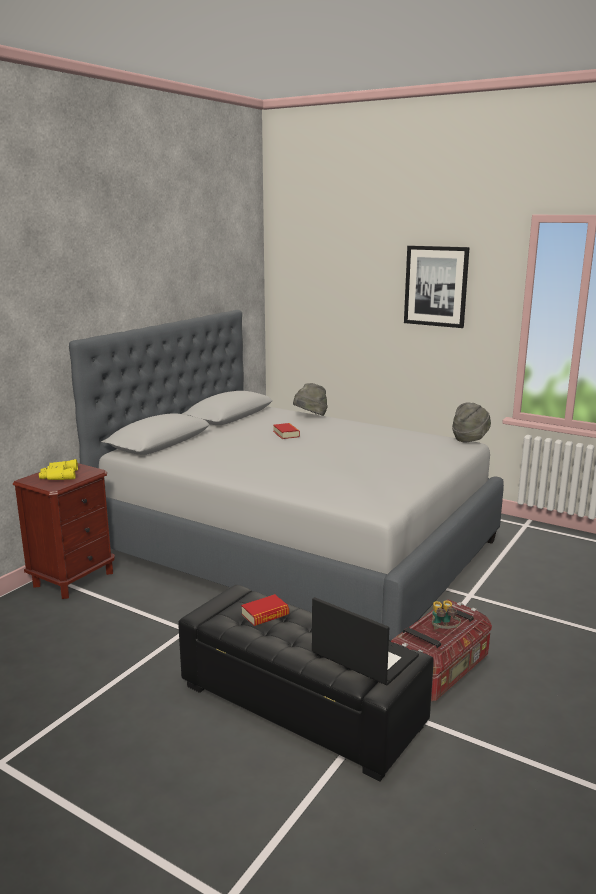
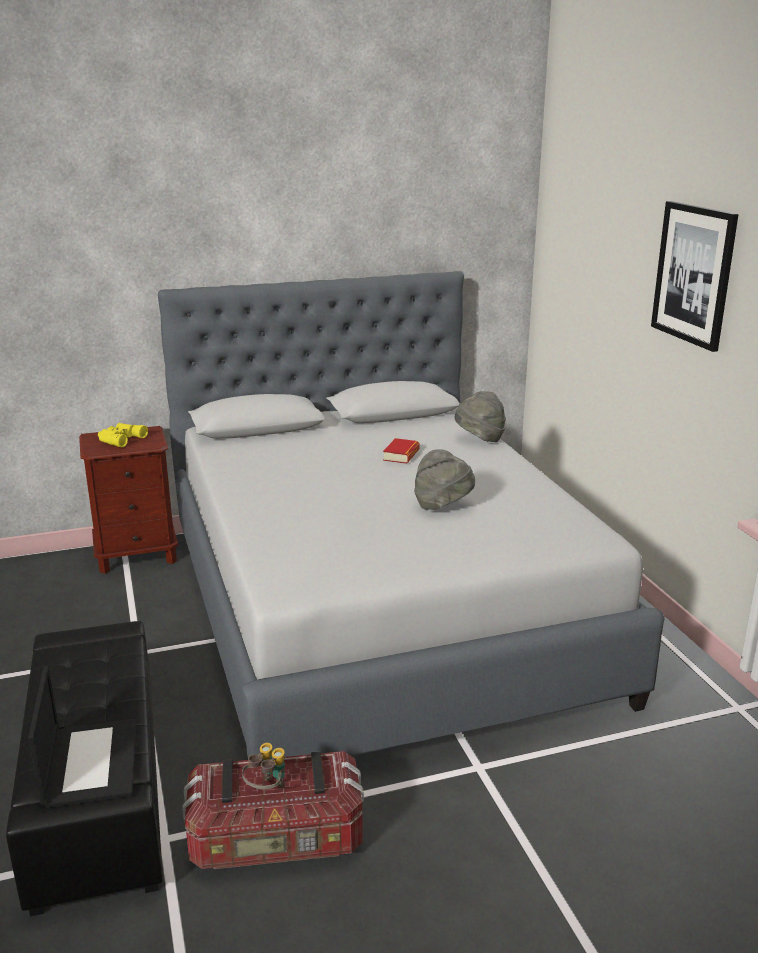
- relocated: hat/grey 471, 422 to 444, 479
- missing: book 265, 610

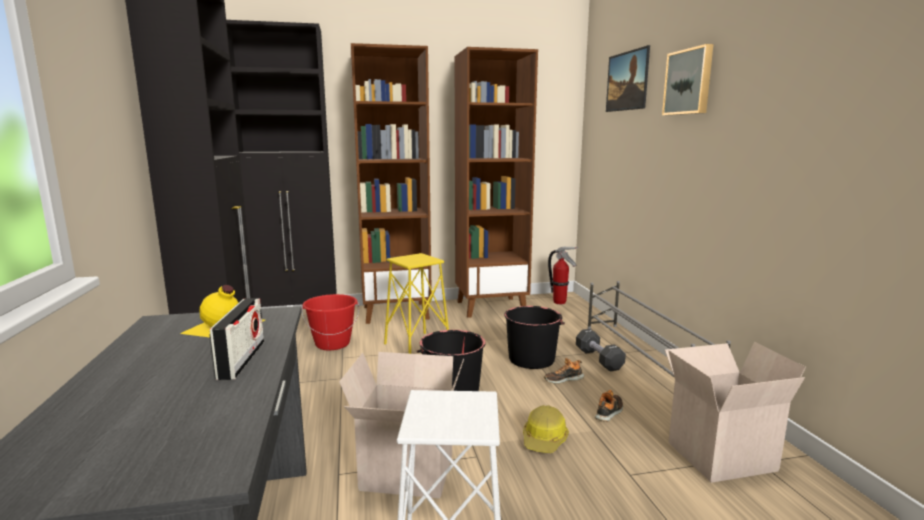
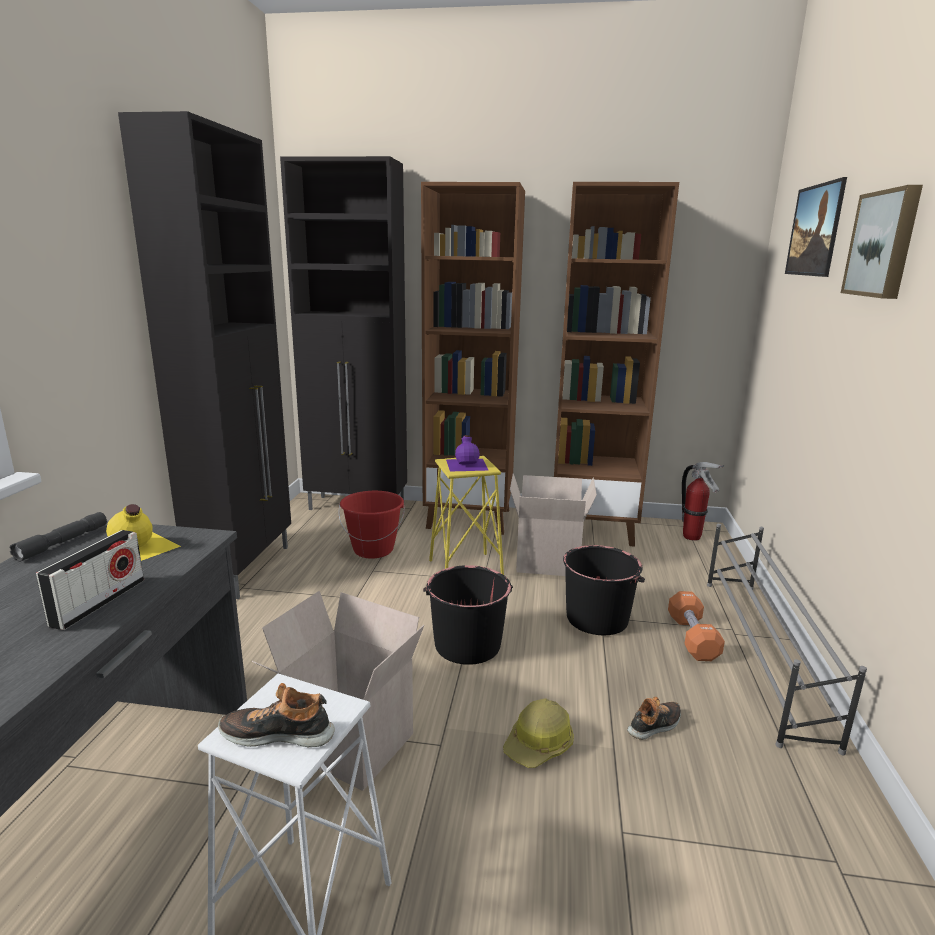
- colour: dumbbell/black 601, 350 to dumbbell/orange 696, 626
- relocated: cardboard box 735, 412 to 553, 524
- relocated: shoe 564, 371 to 276, 715
- appeared: bottle/purple 467, 453
- appeared: flashlight/grey 58, 537

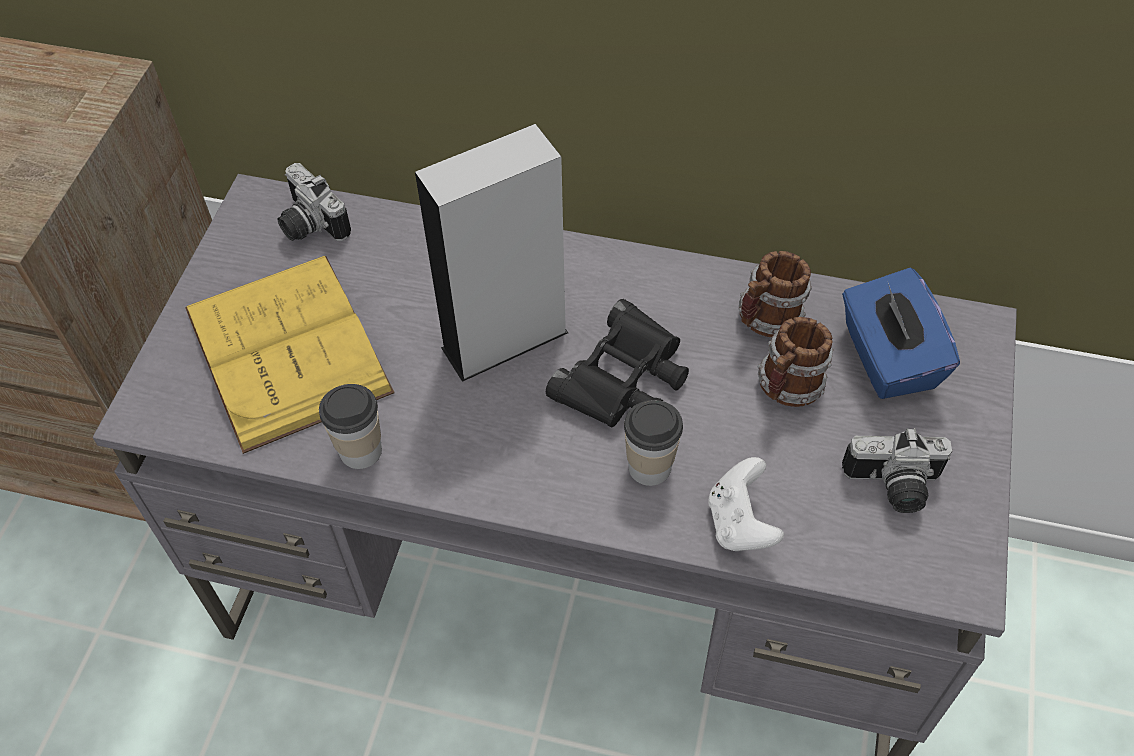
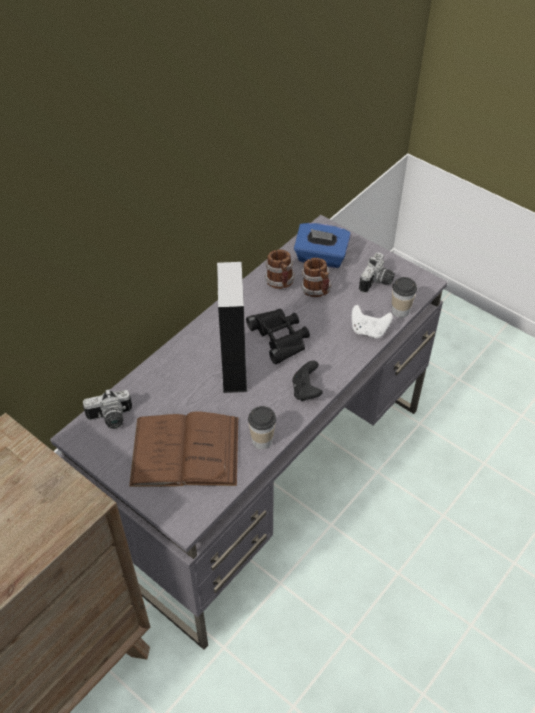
- colour: book/yellow 290, 355 to book/brown 183, 449
- relocated: cup 653, 443 to 404, 297
- appeared: game controller/black 307, 381

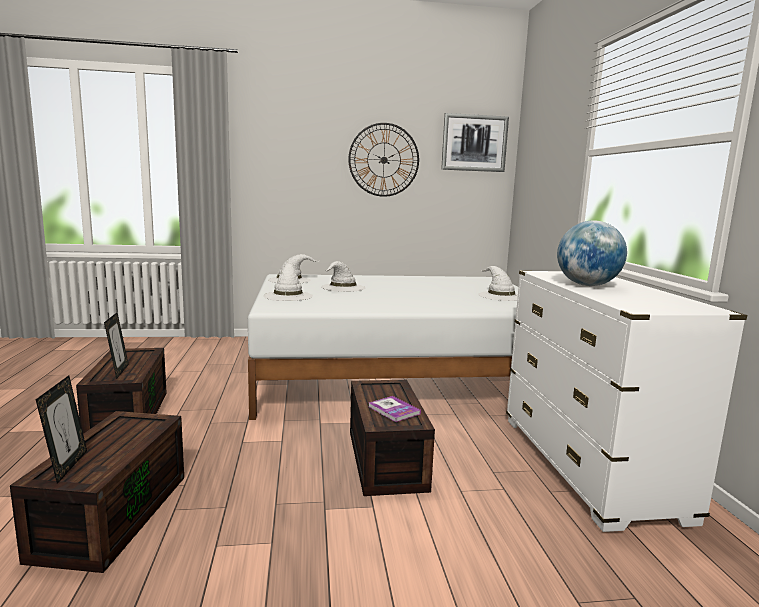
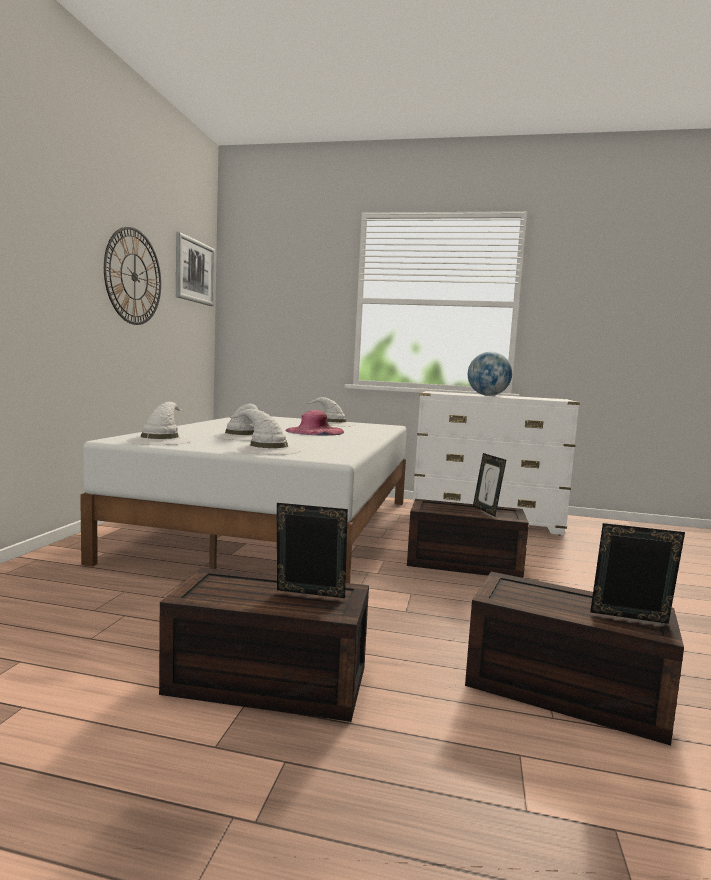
- exchanged: book 395, 409 to picture frame 489, 484
- appeared: hat/pink 314, 423

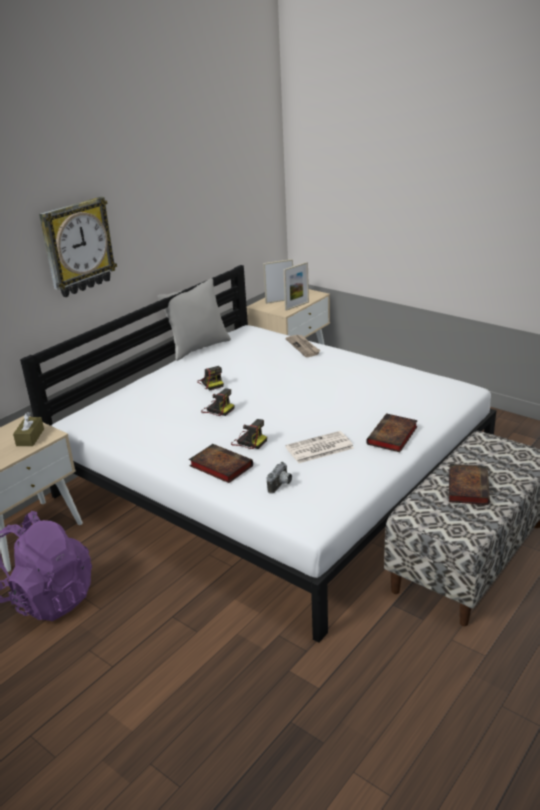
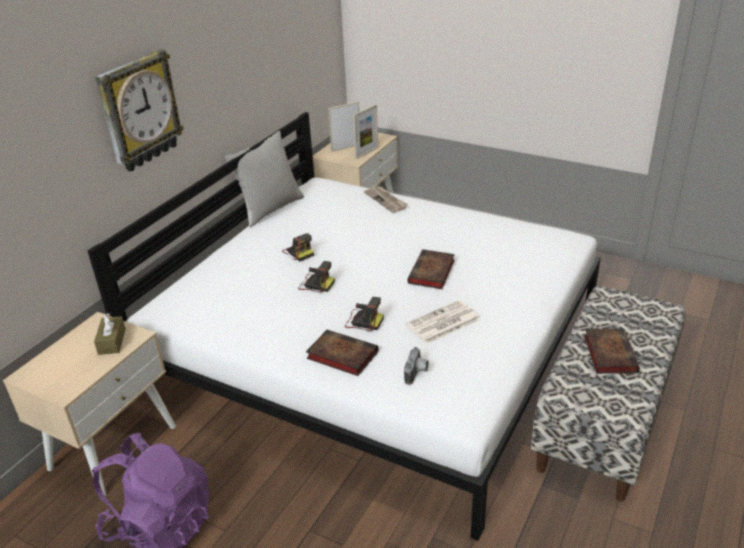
- relocated: book 392, 432 to 431, 269

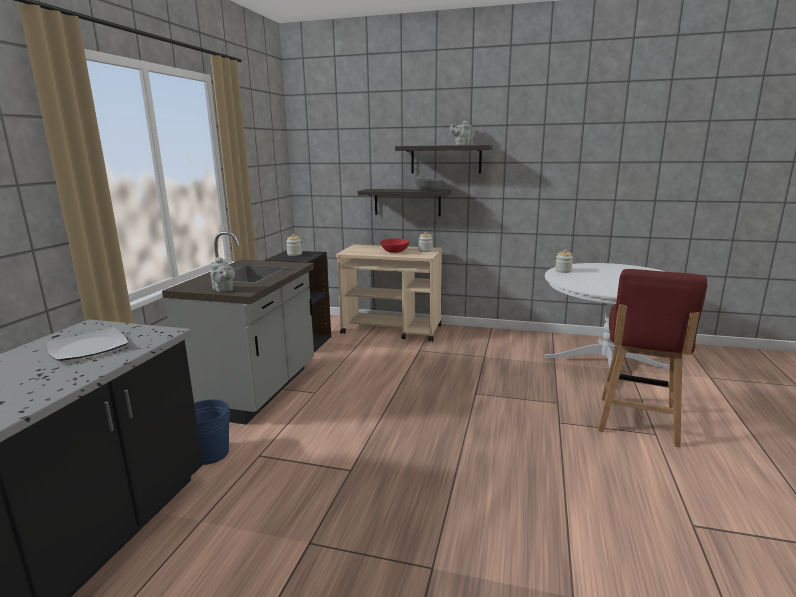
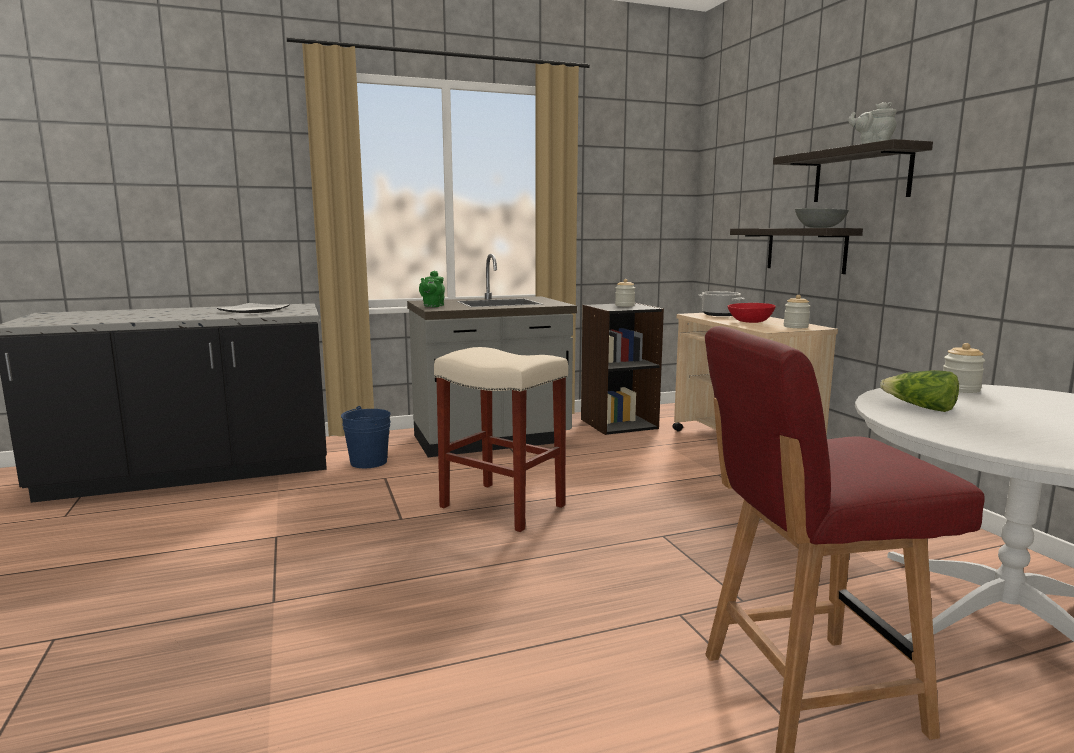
- colour: teapot/grey 222, 274 to teapot/green 432, 289
- appeared: cooking pot 721, 303
- appeared: stool/beige 501, 439
- appeared: lettuce 919, 391

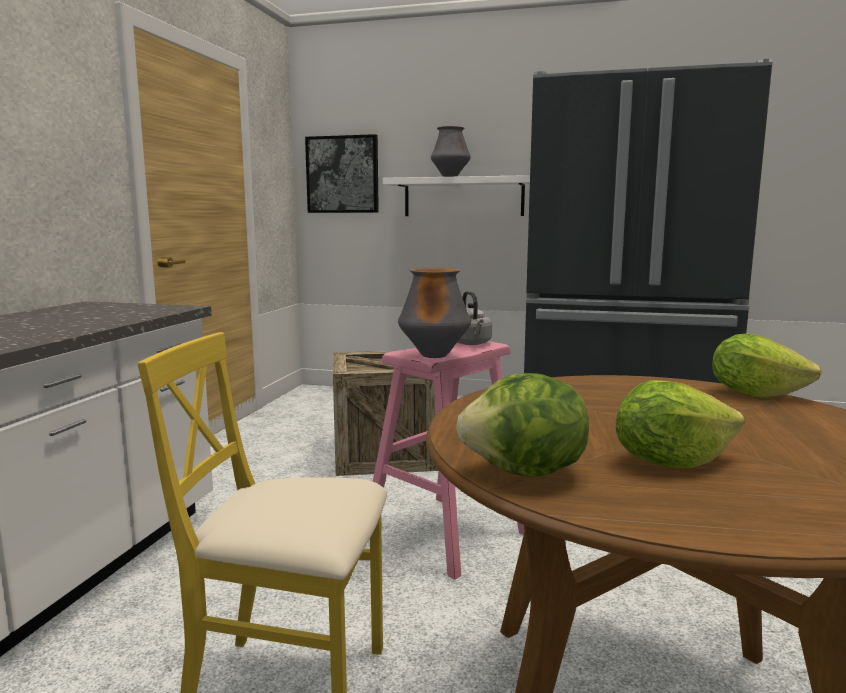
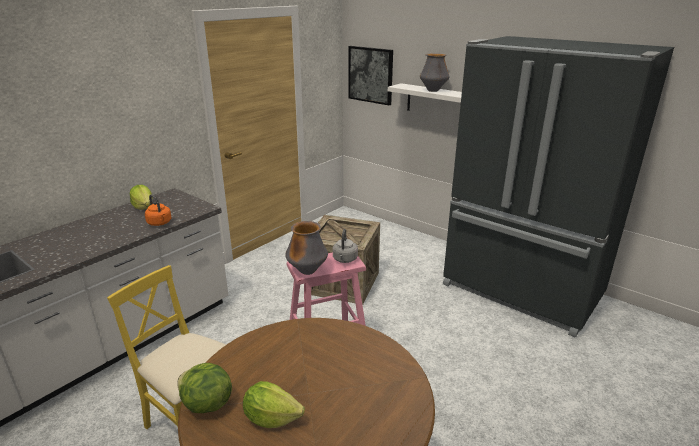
- relocated: lettuce 767, 365 to 141, 197
- appeared: kettle/orange 158, 210

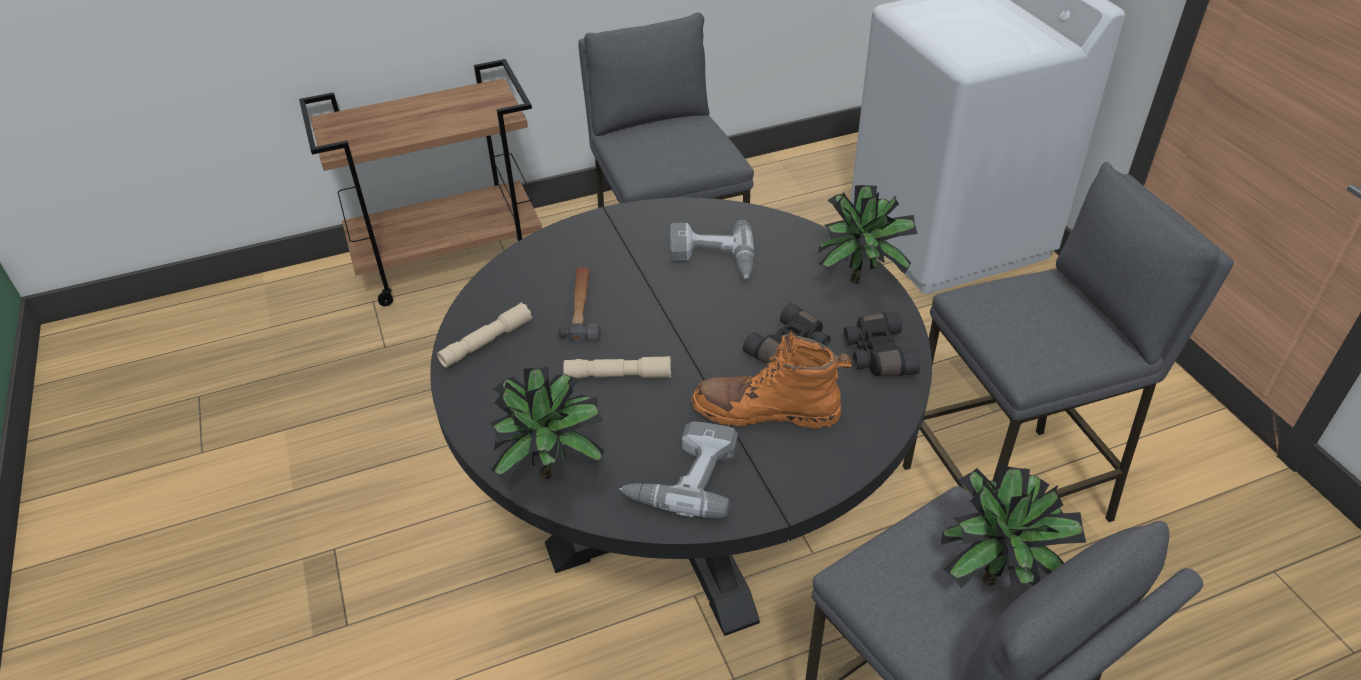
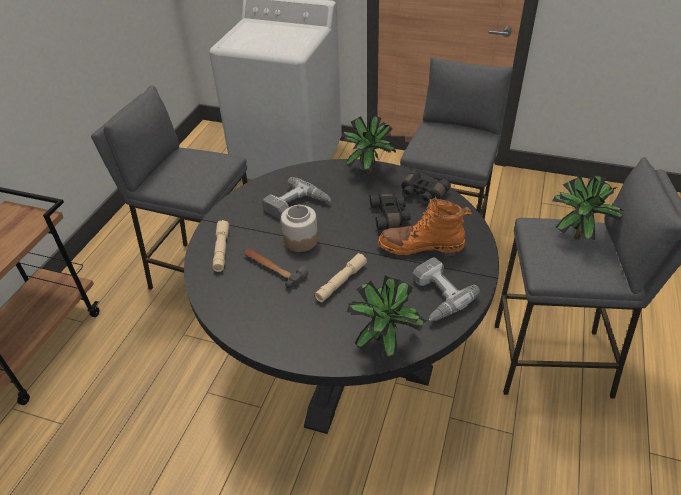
- relocated: flashlight/beige 484, 335 to 220, 246
- spun: boot/orange 771, 379 = 425, 225 45 degrees clockwise
- appeared: jar 299, 228

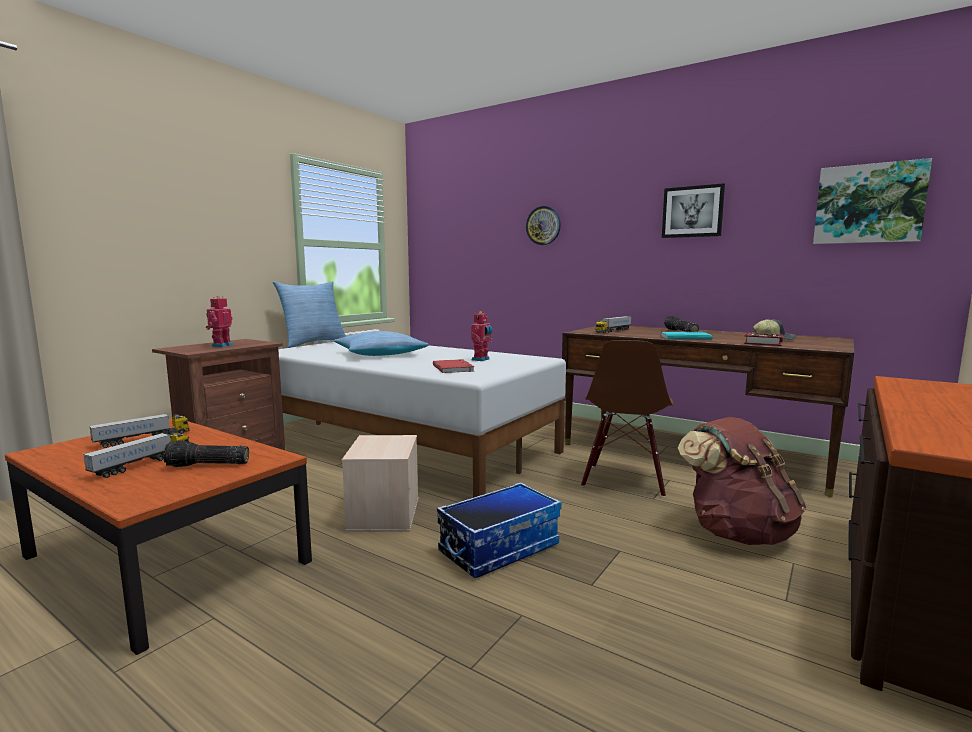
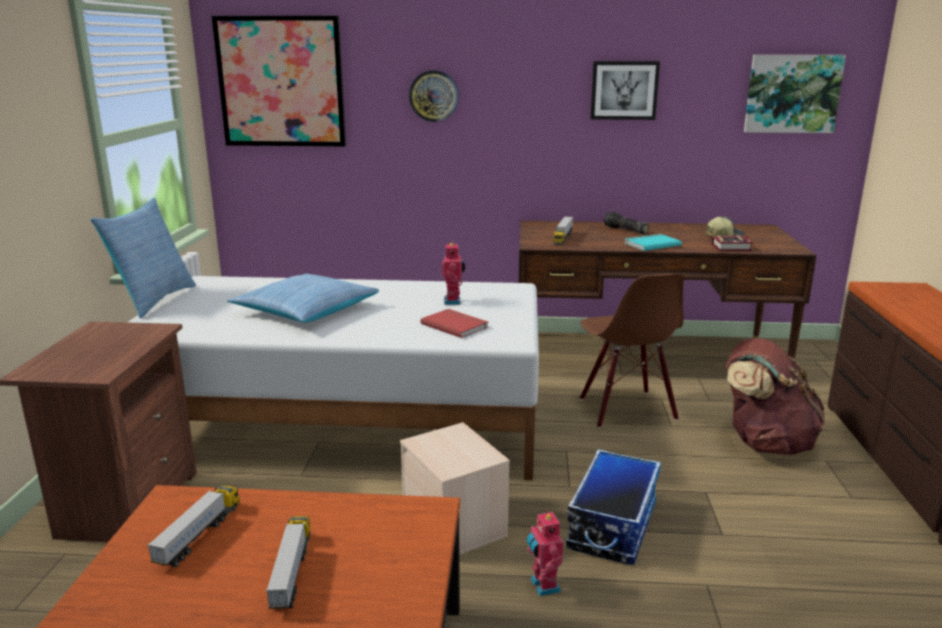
- relocated: toy robot 219, 321 to 545, 553
- missing: flashlight 206, 453
- appeared: picture 279, 81

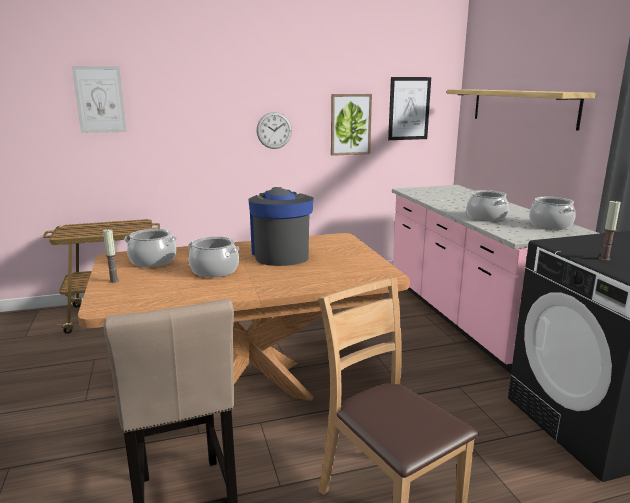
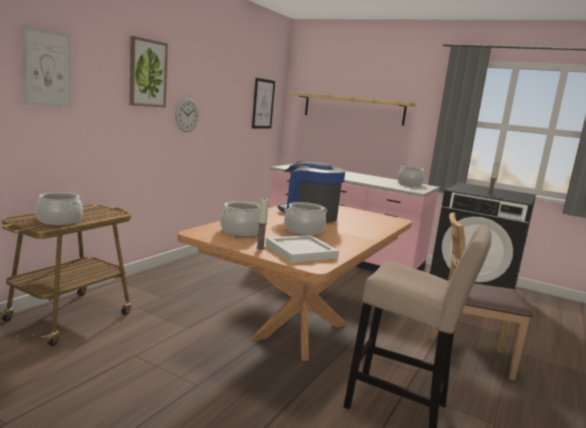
- relocated: picture 351, 125 to 148, 71
- relocated: cooking pot 488, 205 to 59, 208
- appeared: tray/white 302, 249

